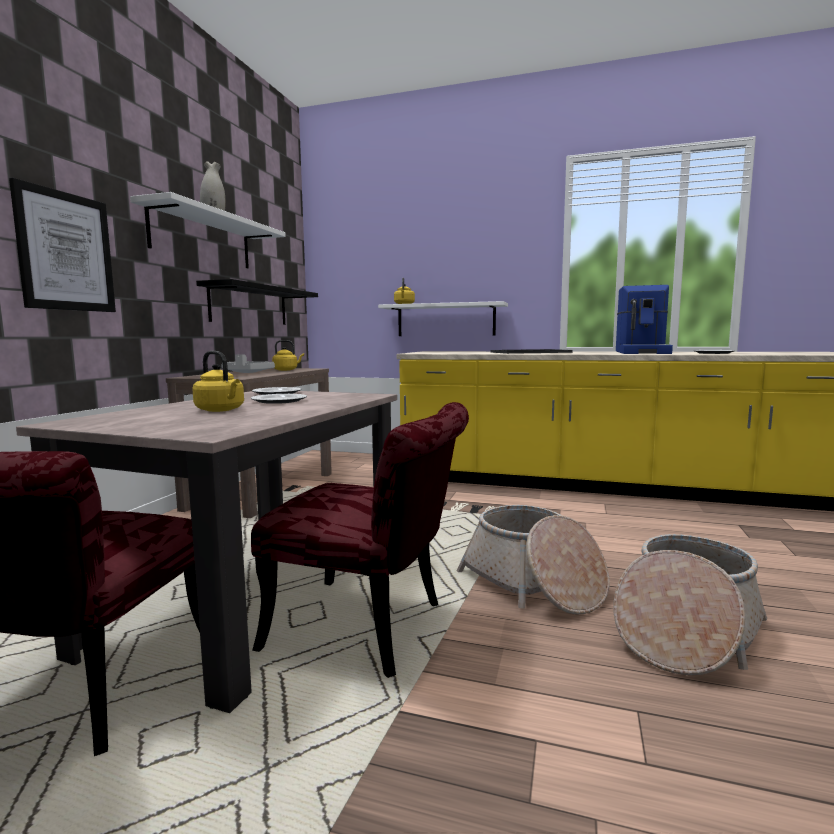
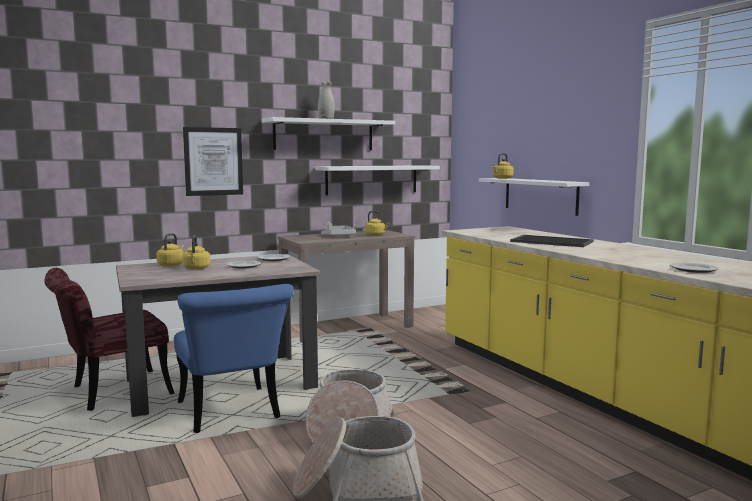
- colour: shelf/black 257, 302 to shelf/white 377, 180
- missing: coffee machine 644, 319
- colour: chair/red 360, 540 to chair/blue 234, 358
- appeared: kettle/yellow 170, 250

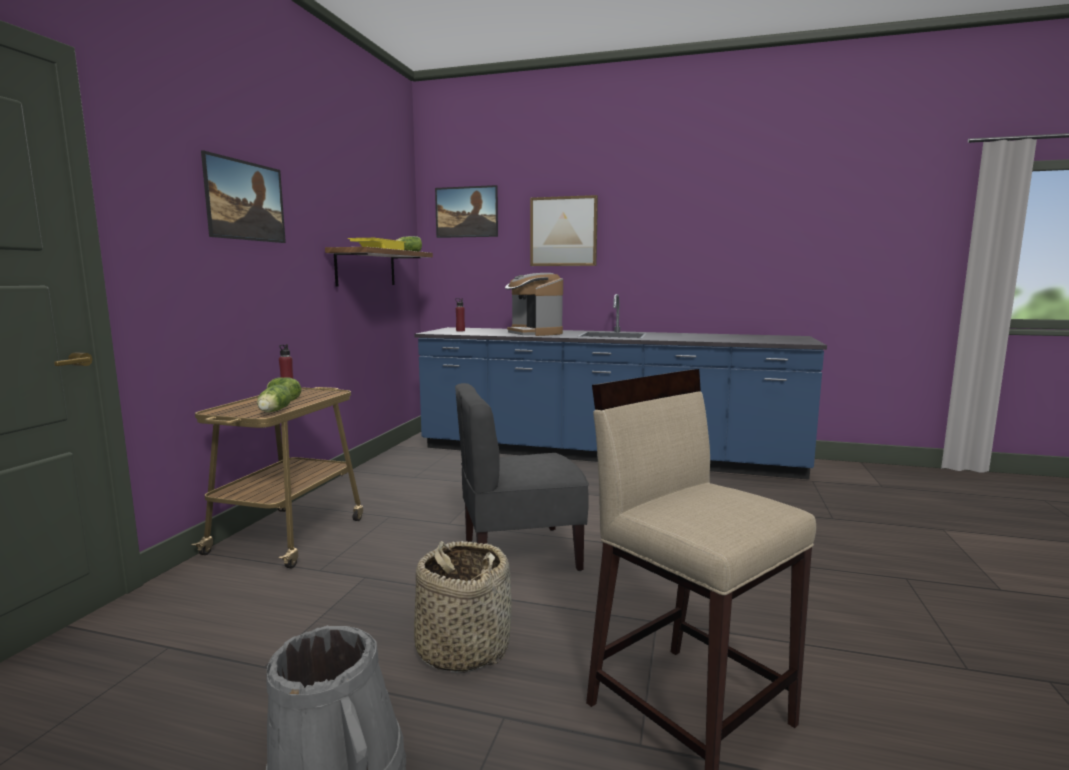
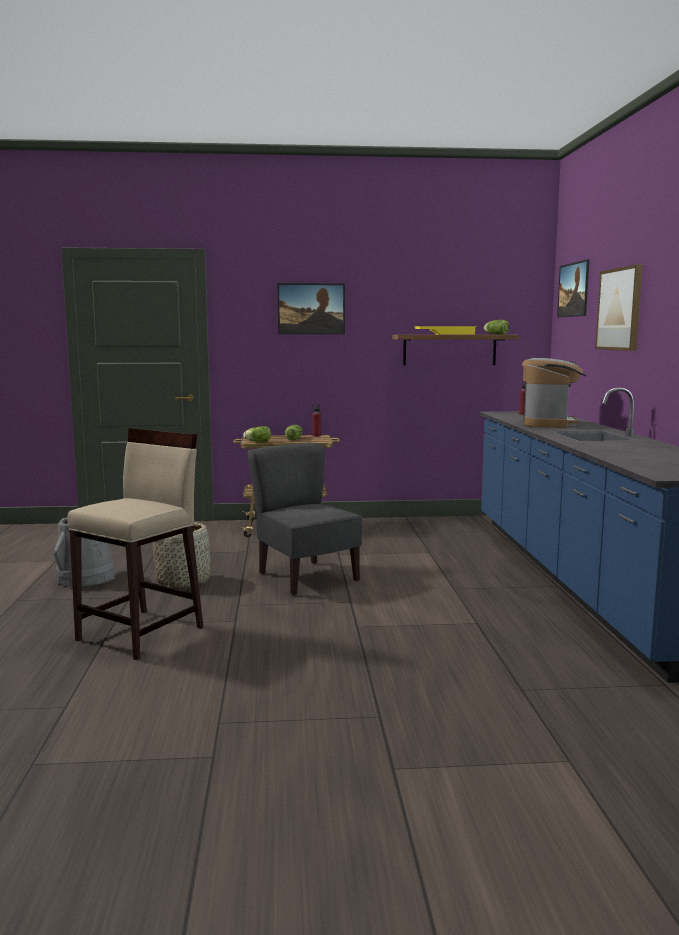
- spun: coffee machine 534, 304 = 554, 393 150 degrees clockwise

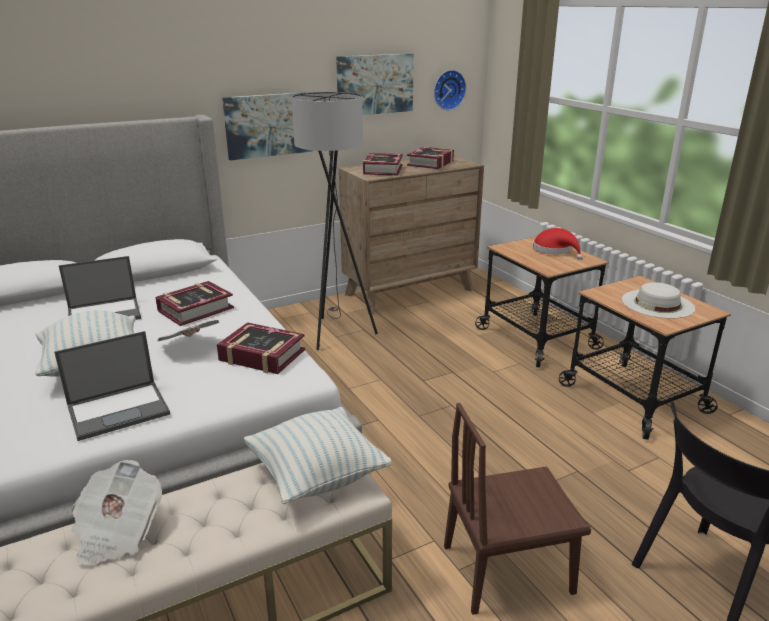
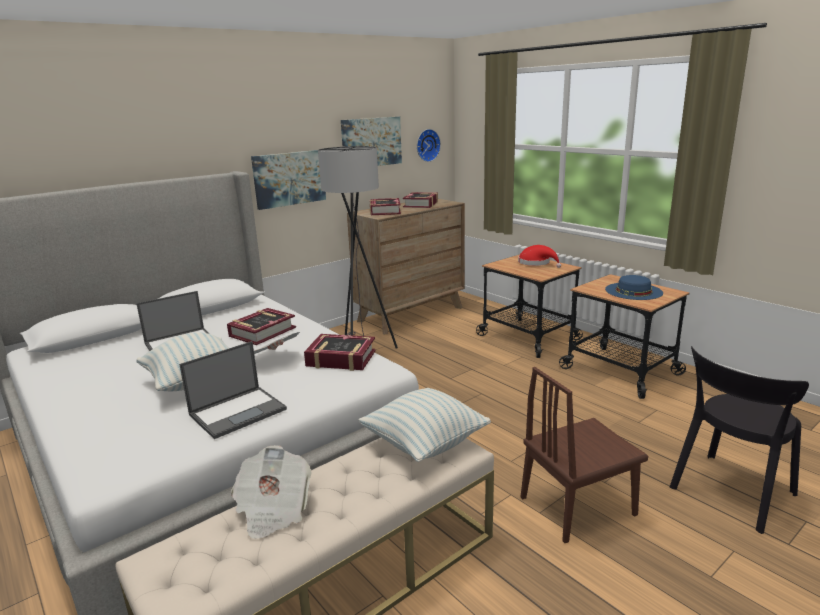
- colour: hat/white 658, 300 to hat/blue 634, 287

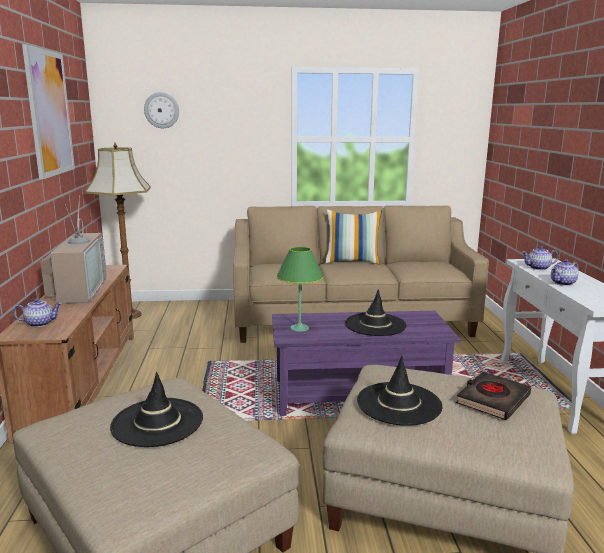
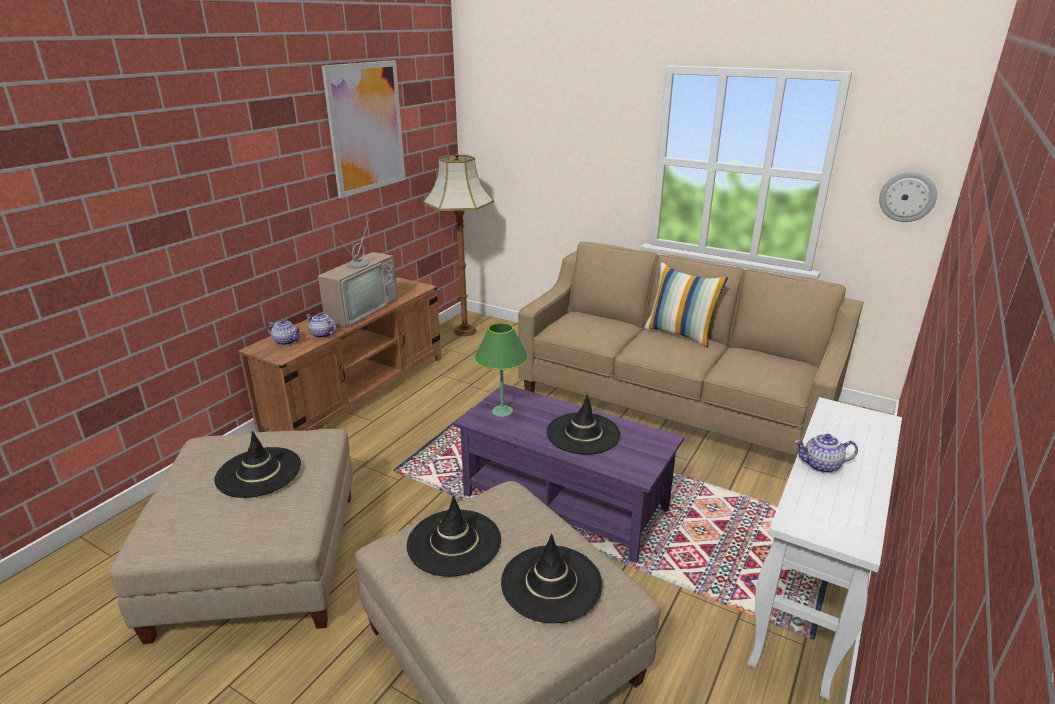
- relocated: wall clock 161, 110 to 908, 197
- relocated: teapot 540, 258 to 321, 325
- exchanged: book/black 493, 395 to hat/black 551, 578

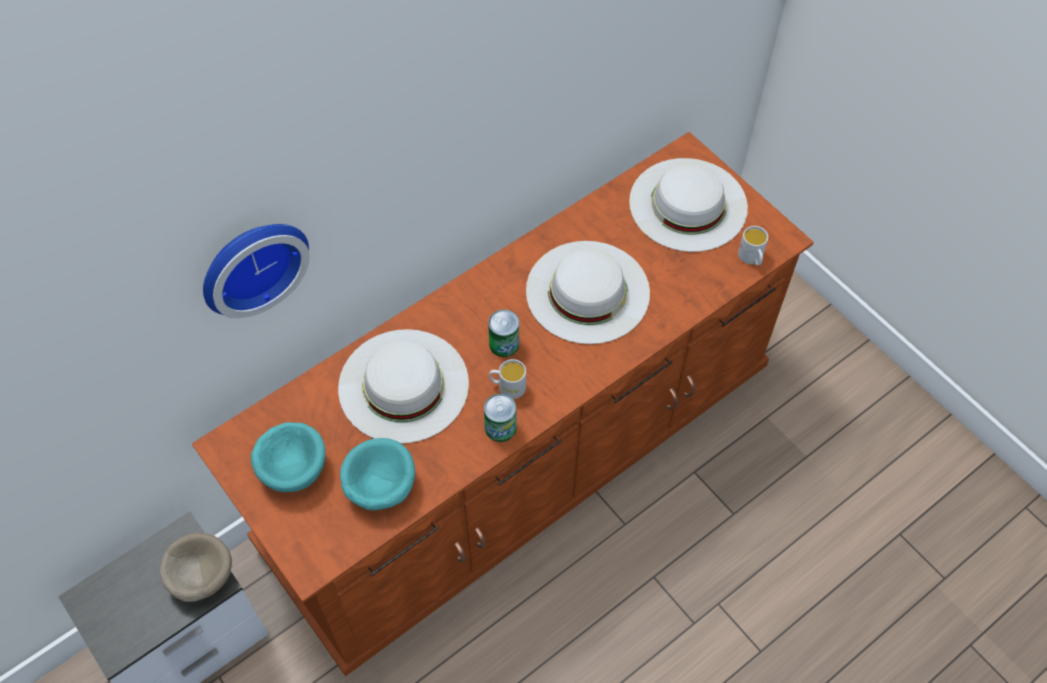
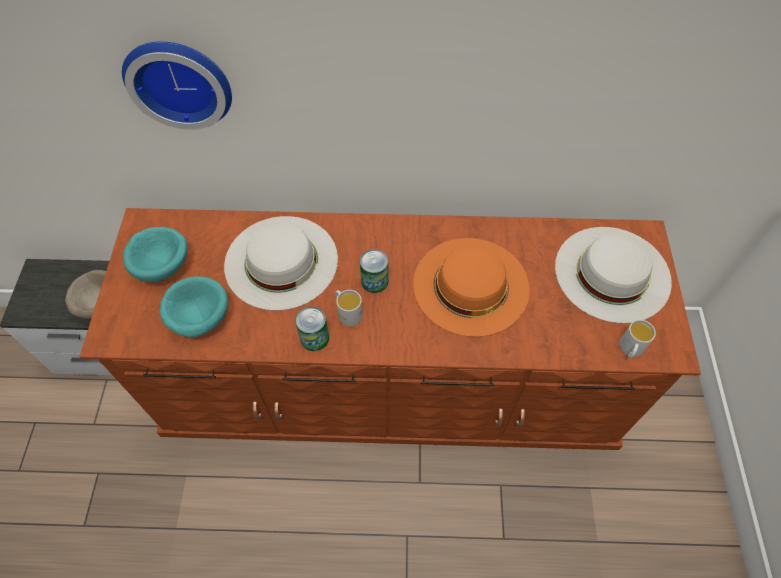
- colour: hat/white 588, 292 to hat/orange 471, 287

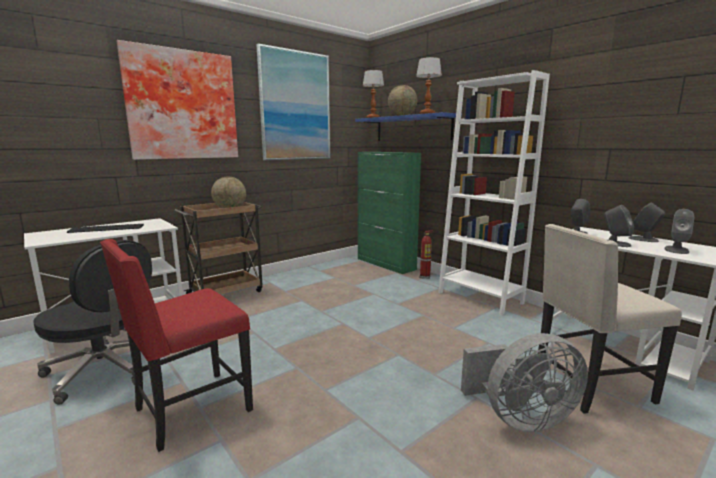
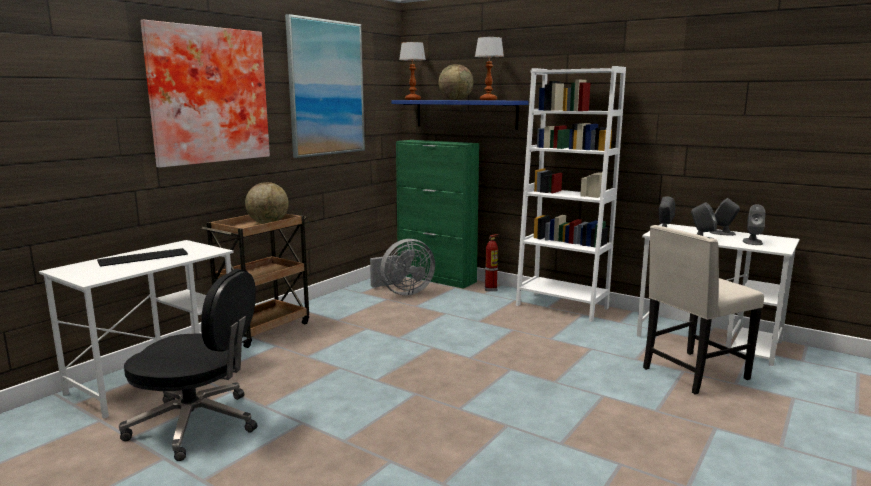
- missing: chair/red 176, 345
- relocated: fan/grey 524, 382 to 402, 267

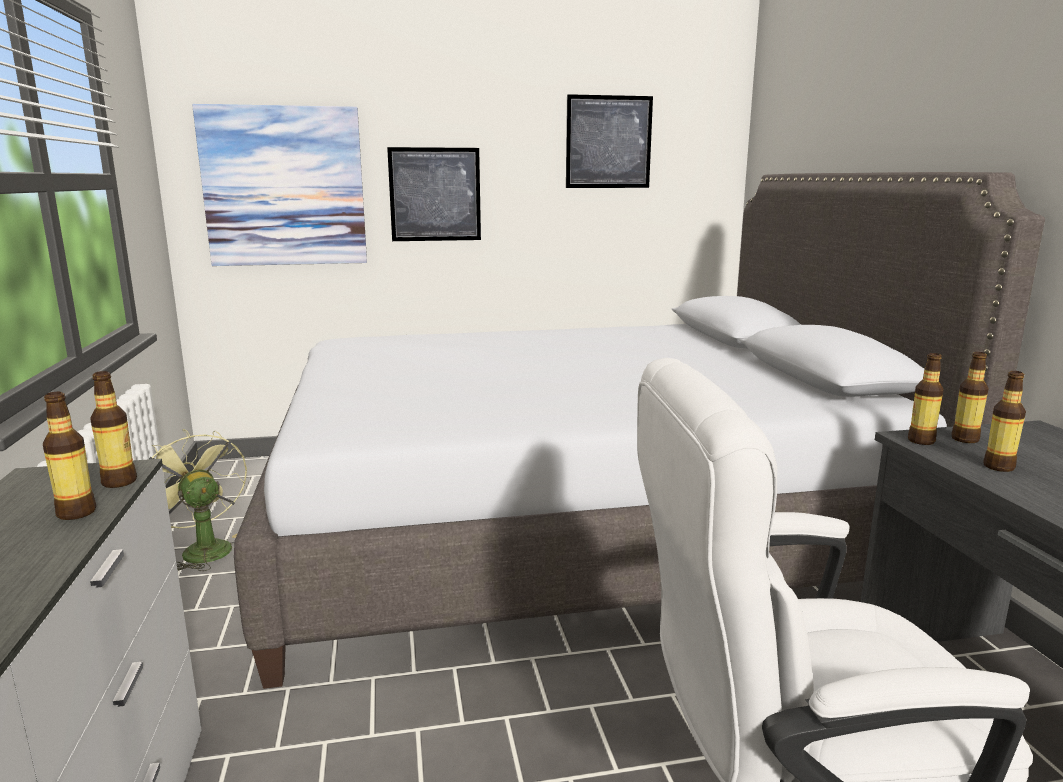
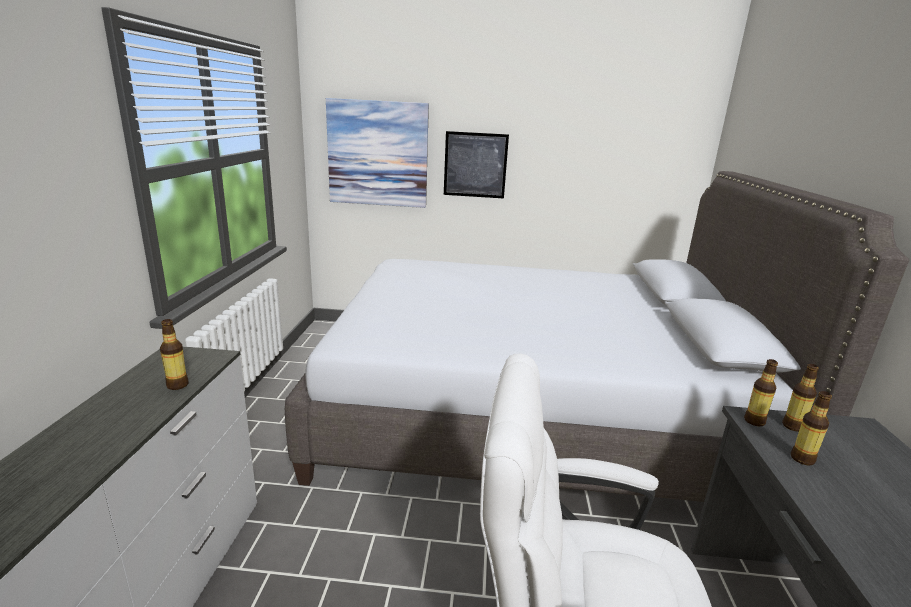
- missing: picture 609, 141
- missing: bottle 113, 429
- missing: fan/green 198, 500

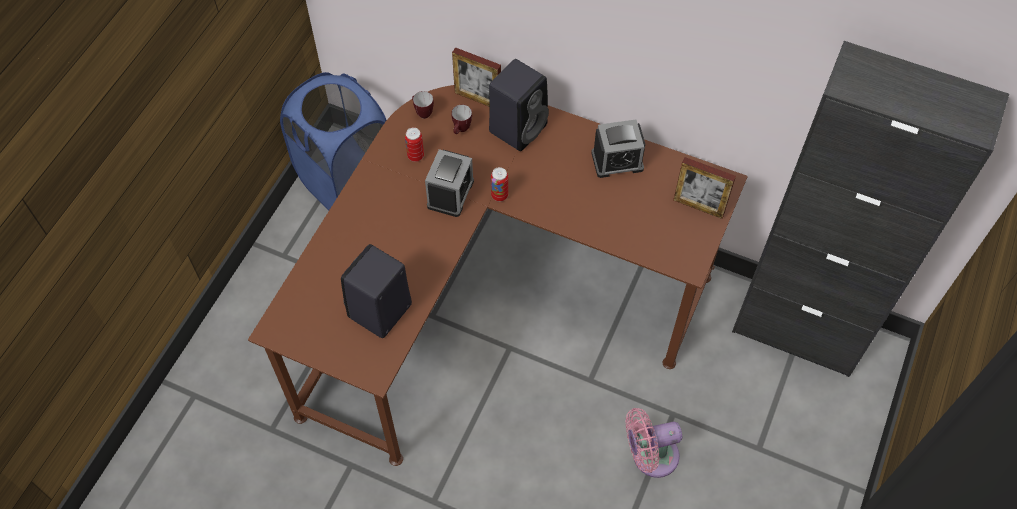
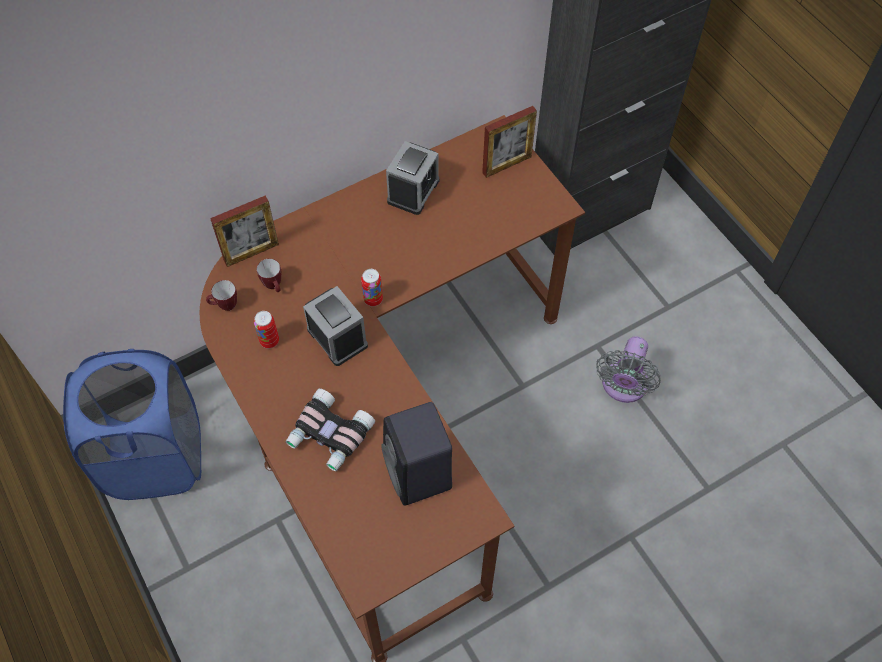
- missing: speaker/black 519, 105
- colour: fan/pink 653, 443 to fan/grey 628, 369
- appeared: binoculars 330, 429

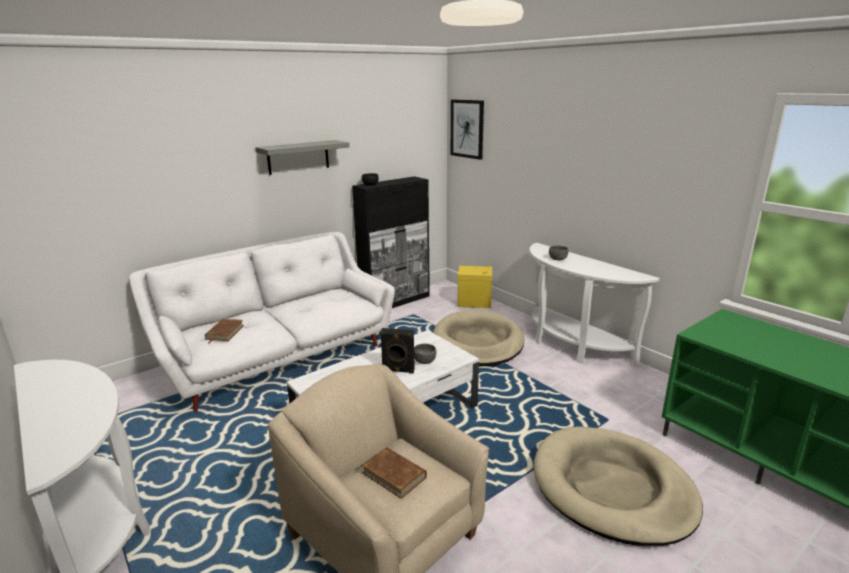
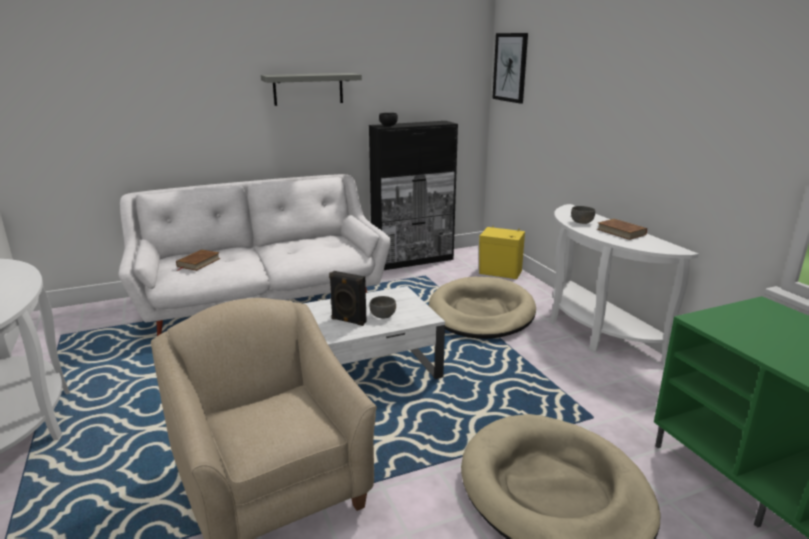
- relocated: book/brown 394, 473 to 622, 229

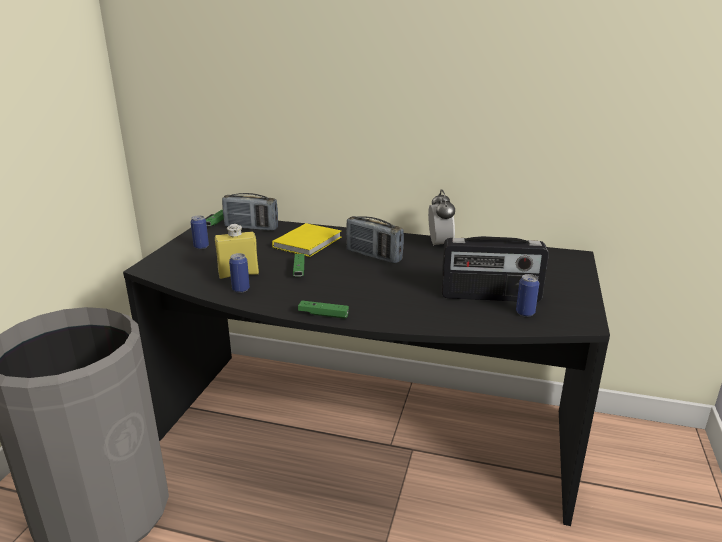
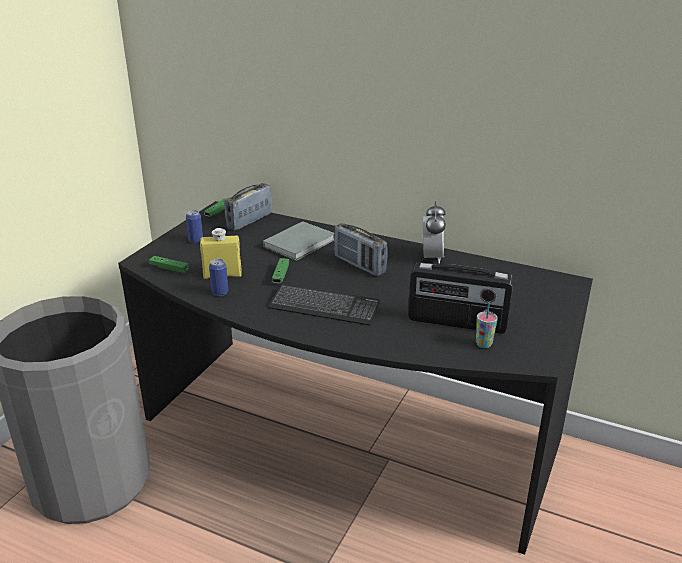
- spun: radio 250, 212 = 248, 207 105 degrees clockwise
- colour: book/yellow 306, 240 to book/grey 299, 241
- exchanged: can 527, 295 to cup 487, 325
- relocated: game controller/green 323, 310 to 169, 265
- appeared: keyboard 324, 304

